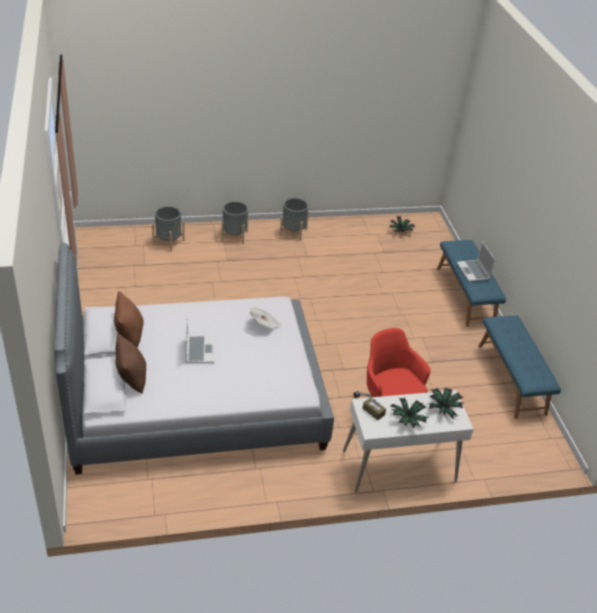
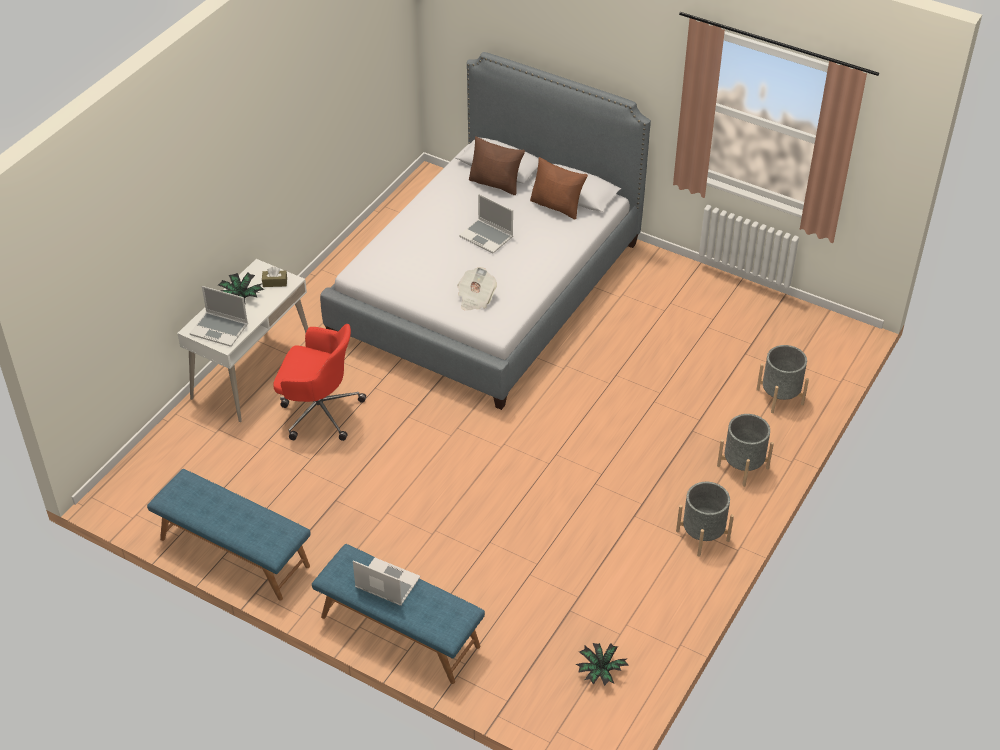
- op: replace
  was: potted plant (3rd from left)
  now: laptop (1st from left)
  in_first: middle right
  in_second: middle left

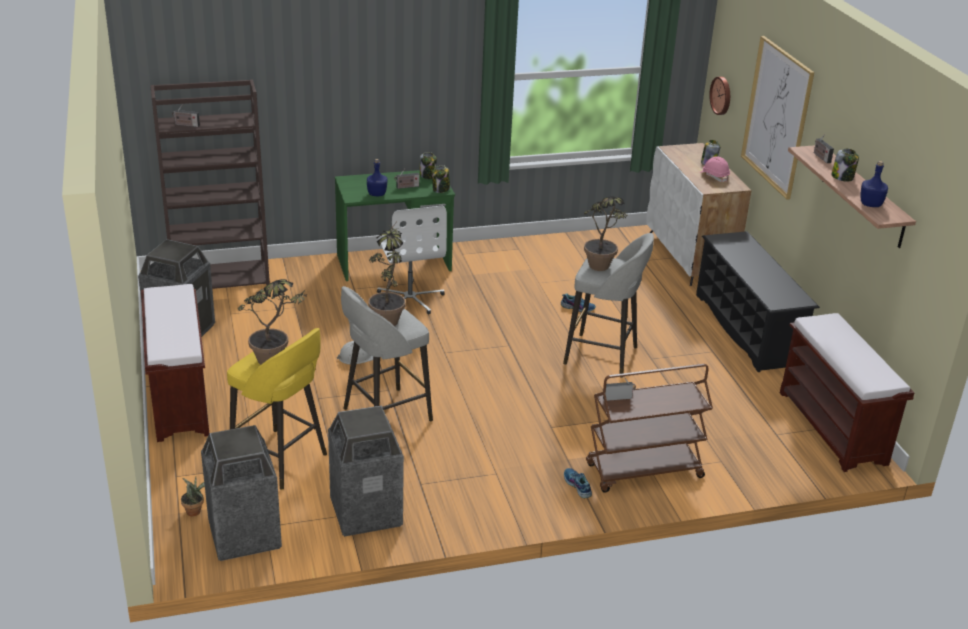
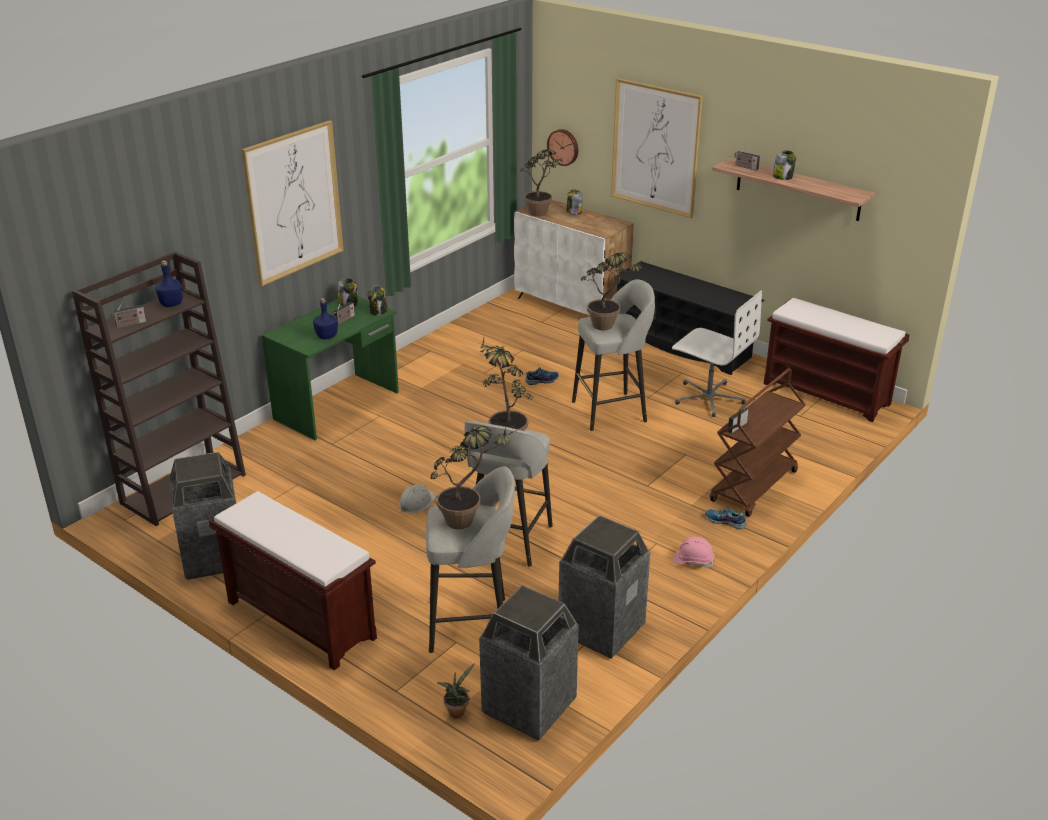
- op: move
  was: blue bottle (2nd from left in the first image)
  now: blue bottle (1st from left)
  in_first: top right
  in_second: middle left
- op: insert
  now: picture (1st from left)
  in_second: top left
- op: recolor
  was: yellow stool
  now: grey stool (1st from left)
  in_first: middle left
  in_second: bottom centre
- op: insert
  now: potted plant (4th from left)
  in_second: top centre
- op: move
  was: white office chair
  in_first: centre
  in_second: middle right
- op: move
  was: pink hard hat
  in_first: top right
  in_second: bottom centre

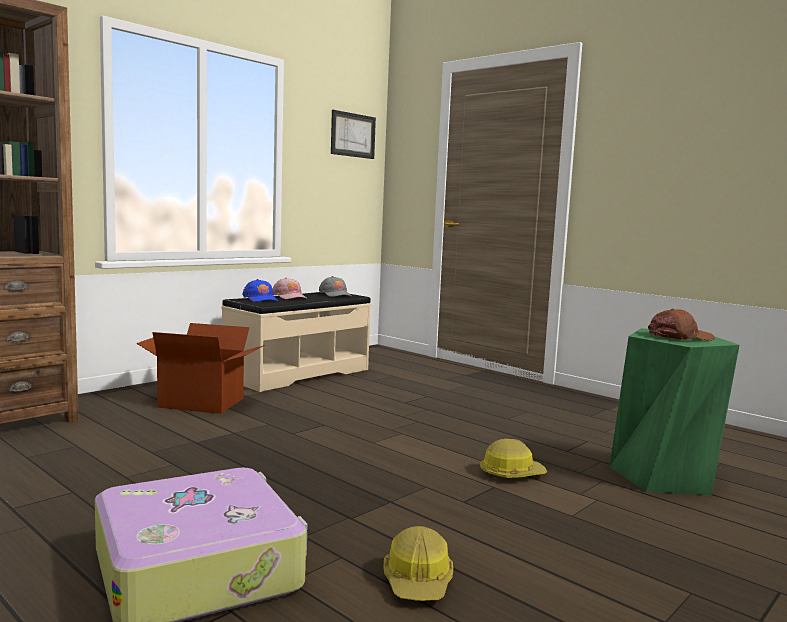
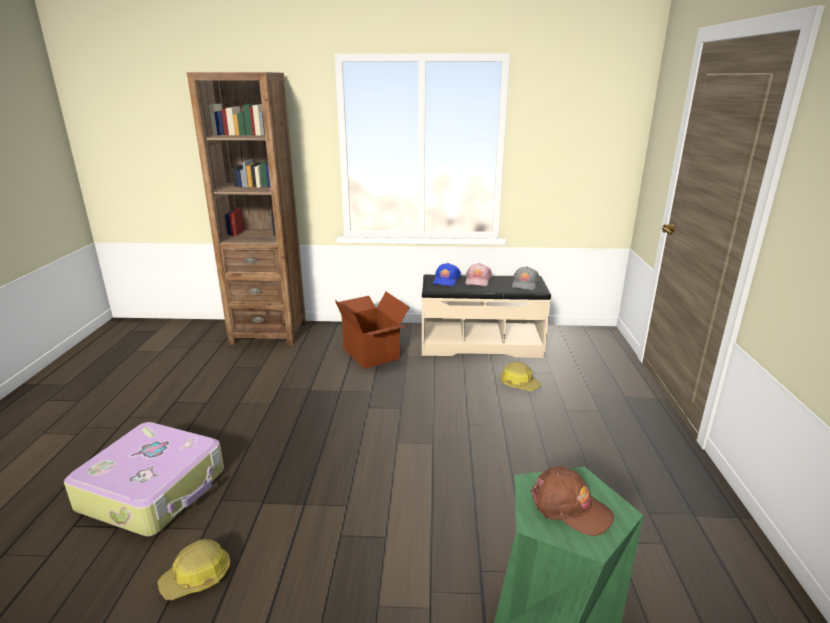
- op: move
  was: hard hat (2nd from left)
  in_first: bottom centre
  in_second: centre
- op: delete
  was: picture
  in_first: top centre

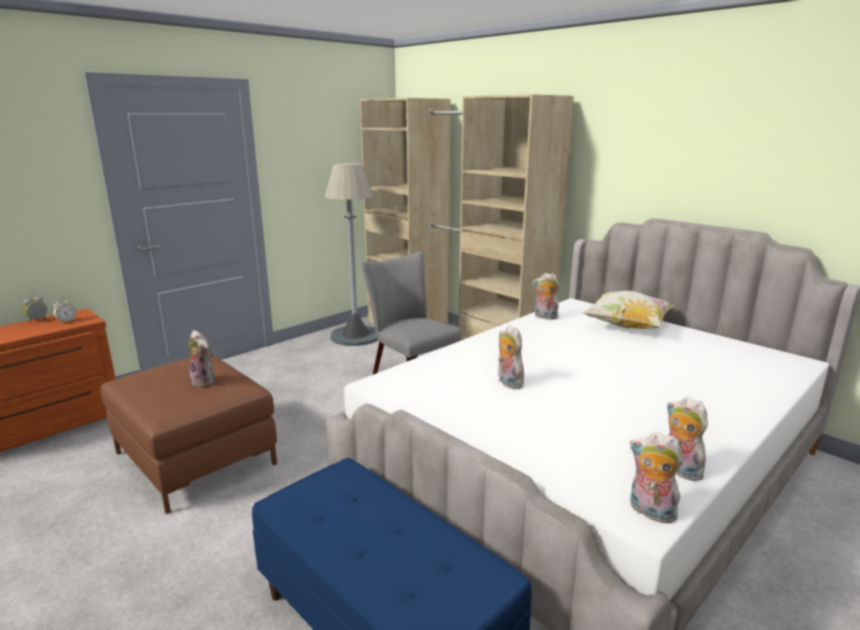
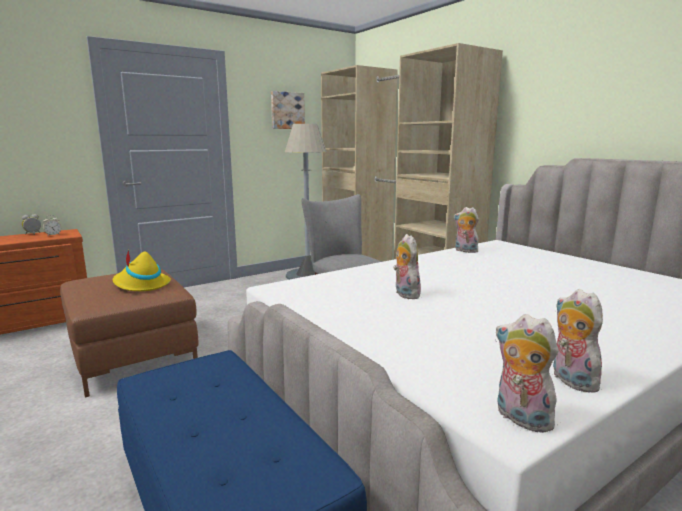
- op: replace
  was: plush toy (1st from left)
  now: yellow hat
  in_first: middle left
  in_second: middle left
- op: insert
  now: picture
  in_second: top centre
- op: delete
  was: pillow
  in_first: middle right

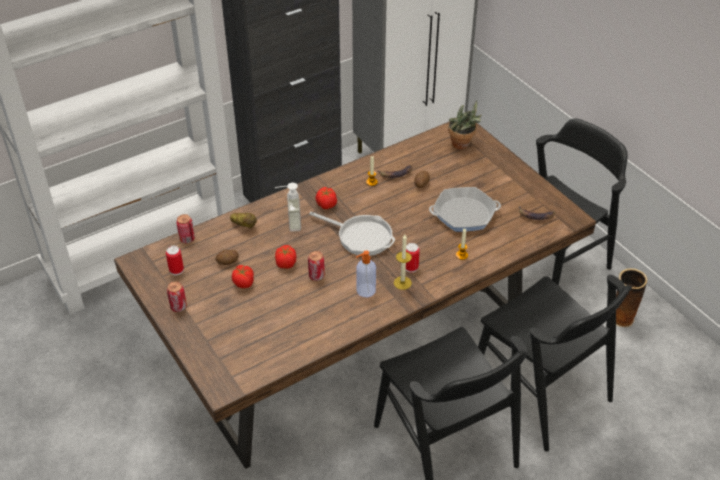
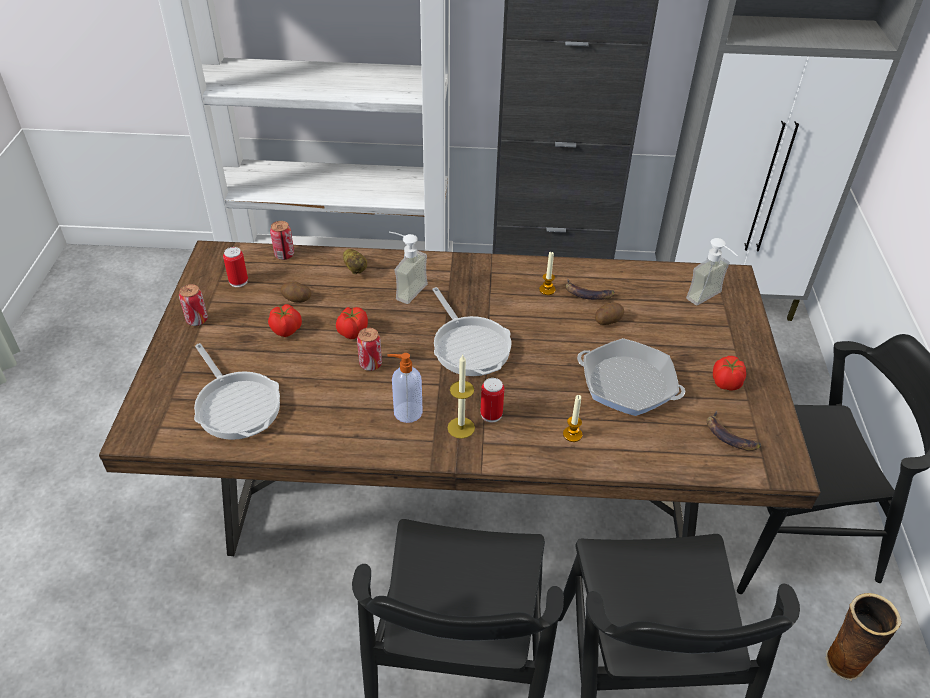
- op: insert
  now: frying pan (1st from left)
  in_second: middle left
- op: replace
  was: potted plant
  now: soap dispenser (3rd from left)
  in_first: top centre
  in_second: middle right
- op: move
  was: tomato (3rd from left)
  in_first: centre
  in_second: middle right

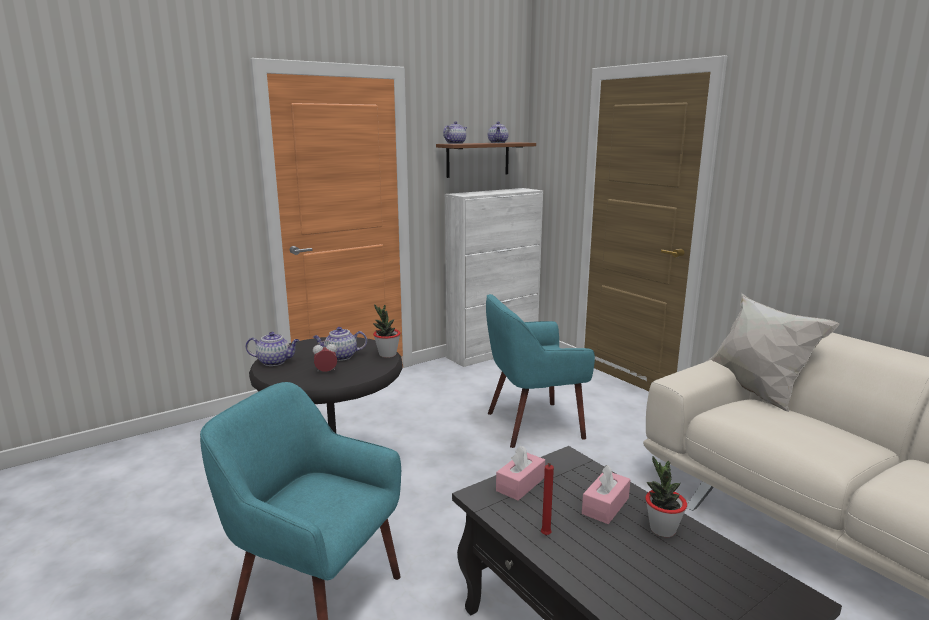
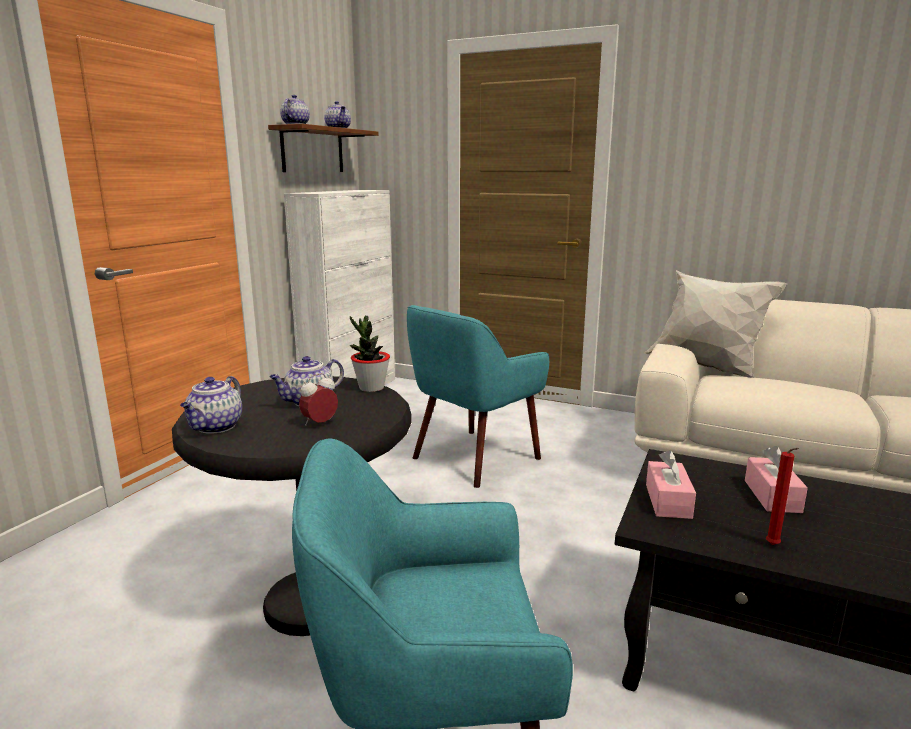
- op: rotate
  was: teapot (1st from left)
  in_first: middle left
  in_second: middle left
  clockwise: 135
- op: delete
  was: potted plant (2nd from left)
  in_first: bottom right

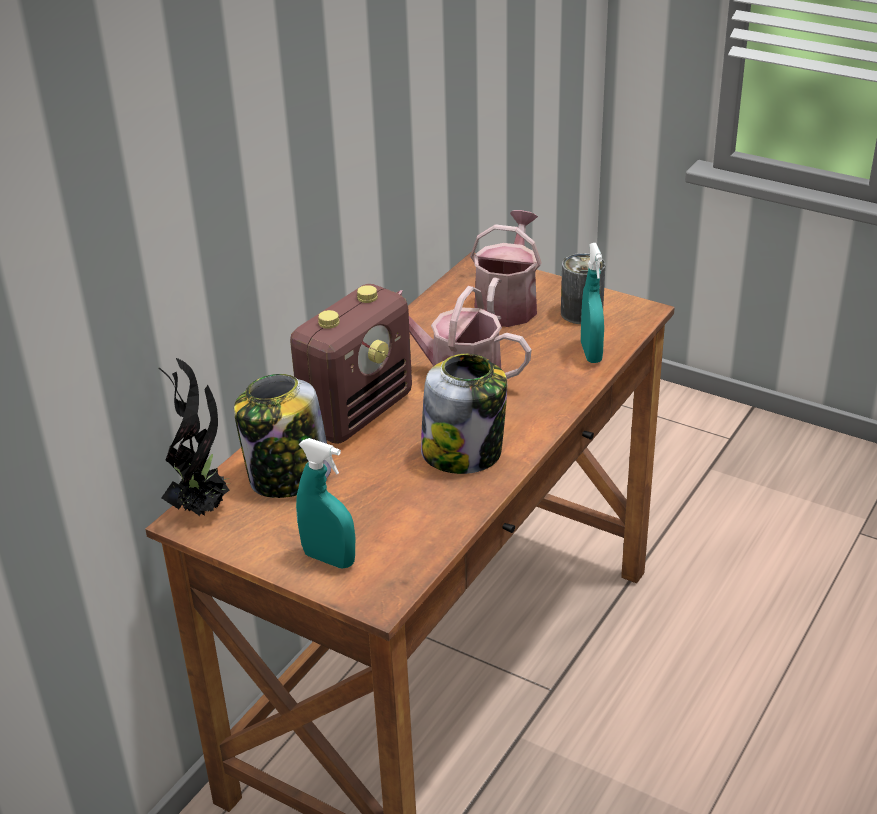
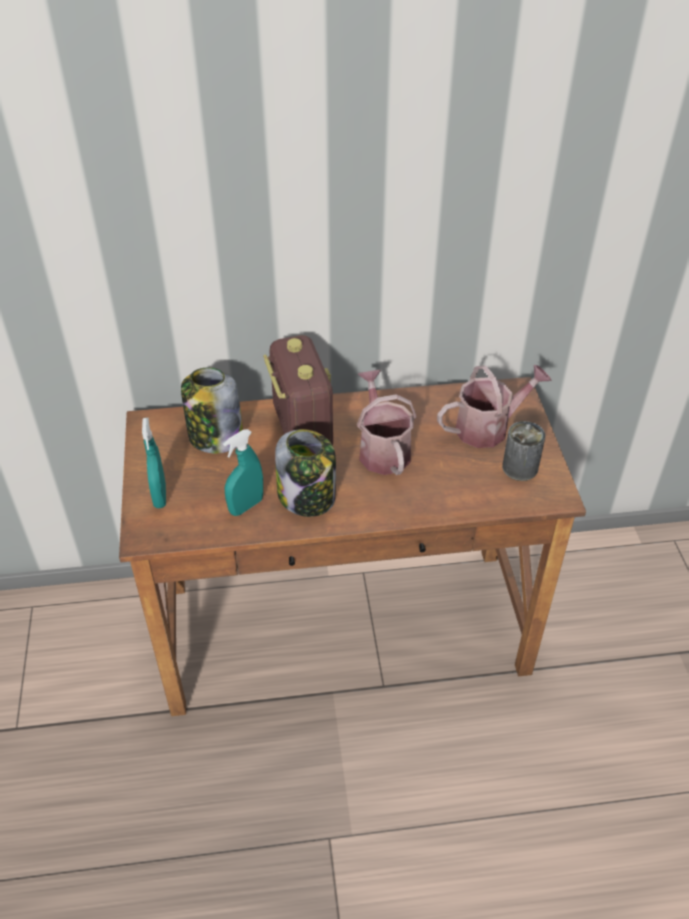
- op: move
  was: turquoise spray bottle (2nd from left)
  in_first: middle right
  in_second: centre
- op: rotate
  was: radio
  in_first: centre
  in_second: centre
  clockwise: -105
- op: delete
  was: potted plant
  in_first: middle left

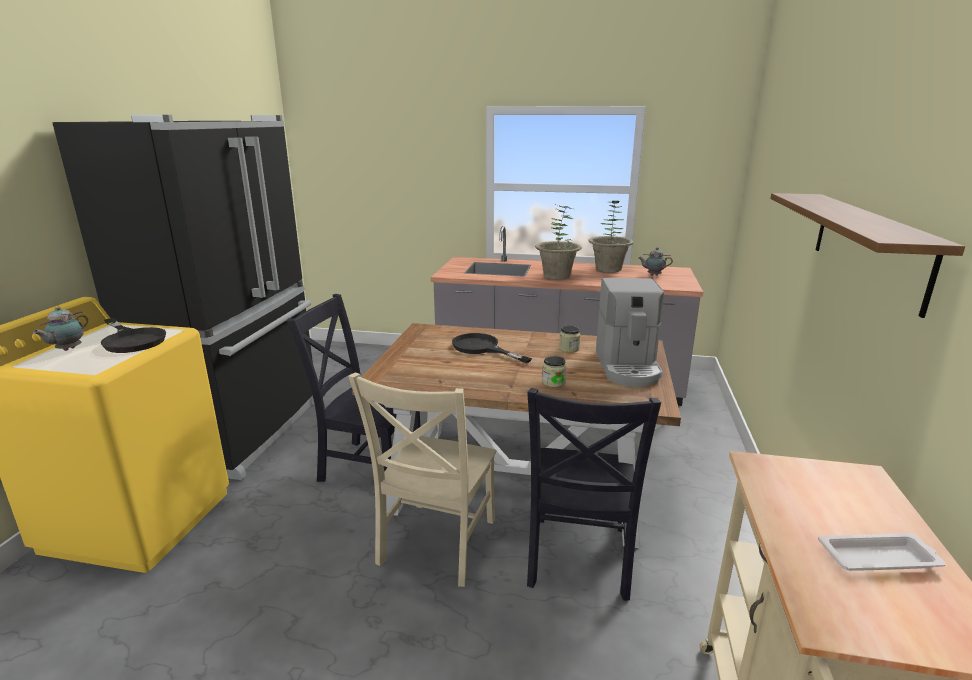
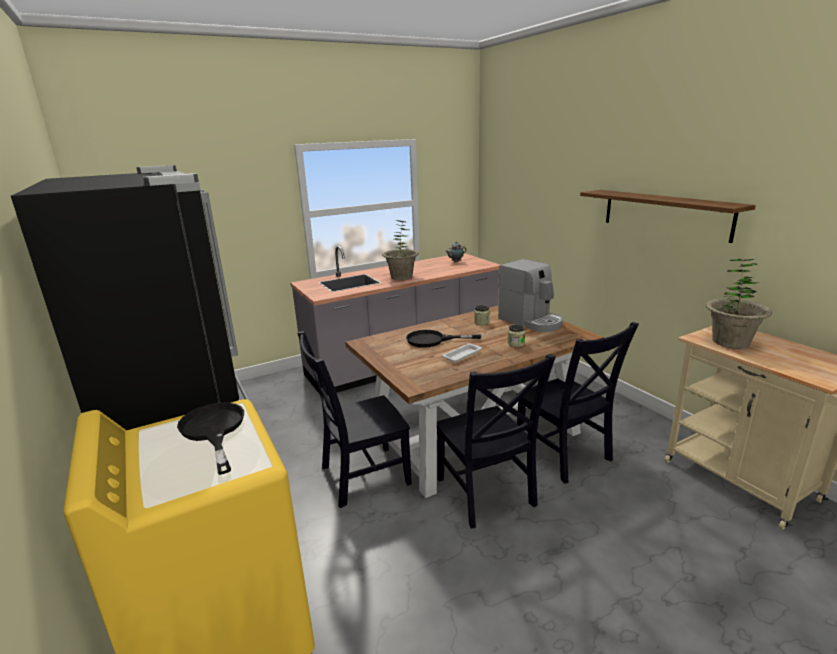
- op: rotate
  was: black frying pan (1st from left)
  in_first: middle left
  in_second: bottom left
  clockwise: -120
- op: recolor
  was: beige chair
  now: black chair (2nd from left)
  in_first: bottom centre
  in_second: bottom centre
- op: move
  was: white tray
  in_first: bottom right
  in_second: centre
- op: move
  was: potted plant (2nd from left)
  in_first: centre
  in_second: middle right
- op: delete
  was: teapot (1st from left)
  in_first: middle left

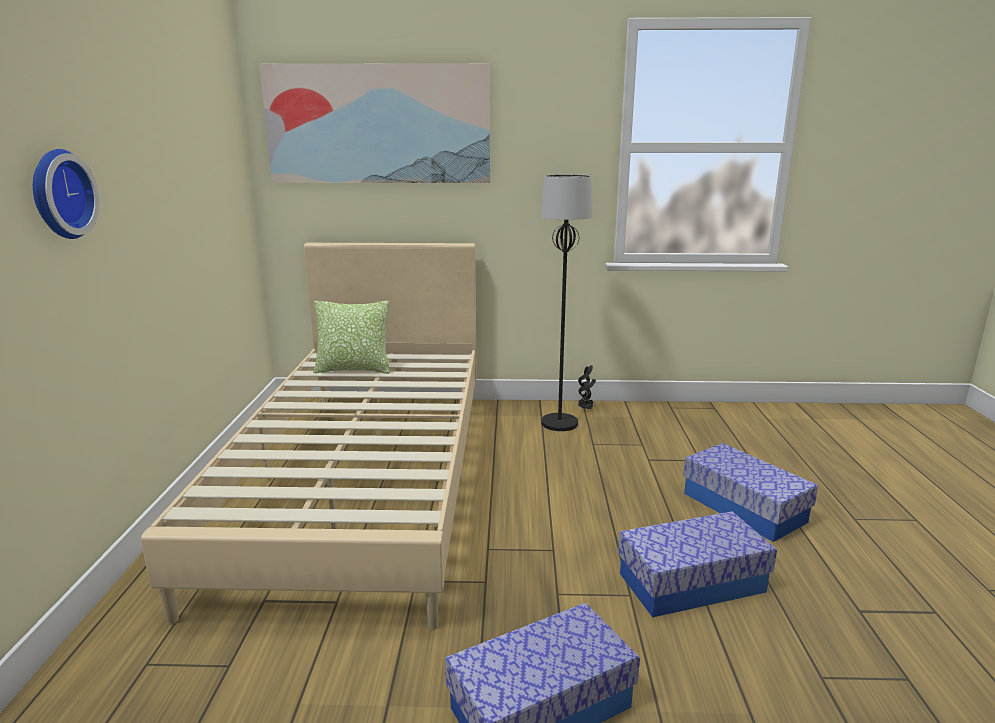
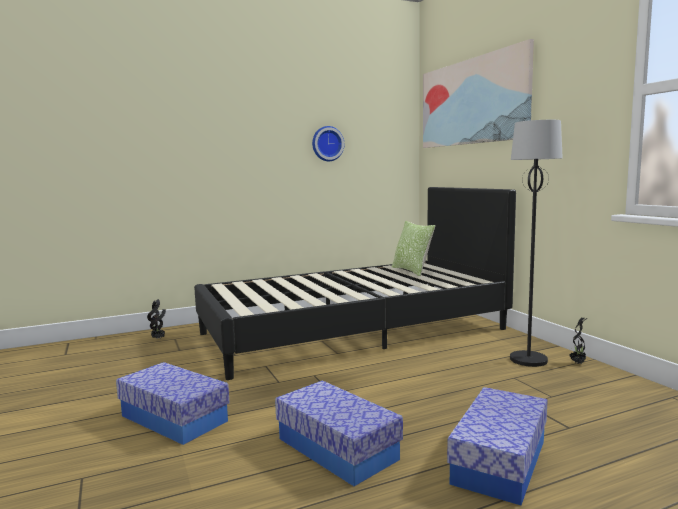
- op: insert
  now: potted plant (1st from left)
  in_second: middle left
- op: recolor
  was: beige bed
  now: black bed
  in_first: middle left
  in_second: centre
- op: move
  was: wall clock
  in_first: top left
  in_second: top centre

